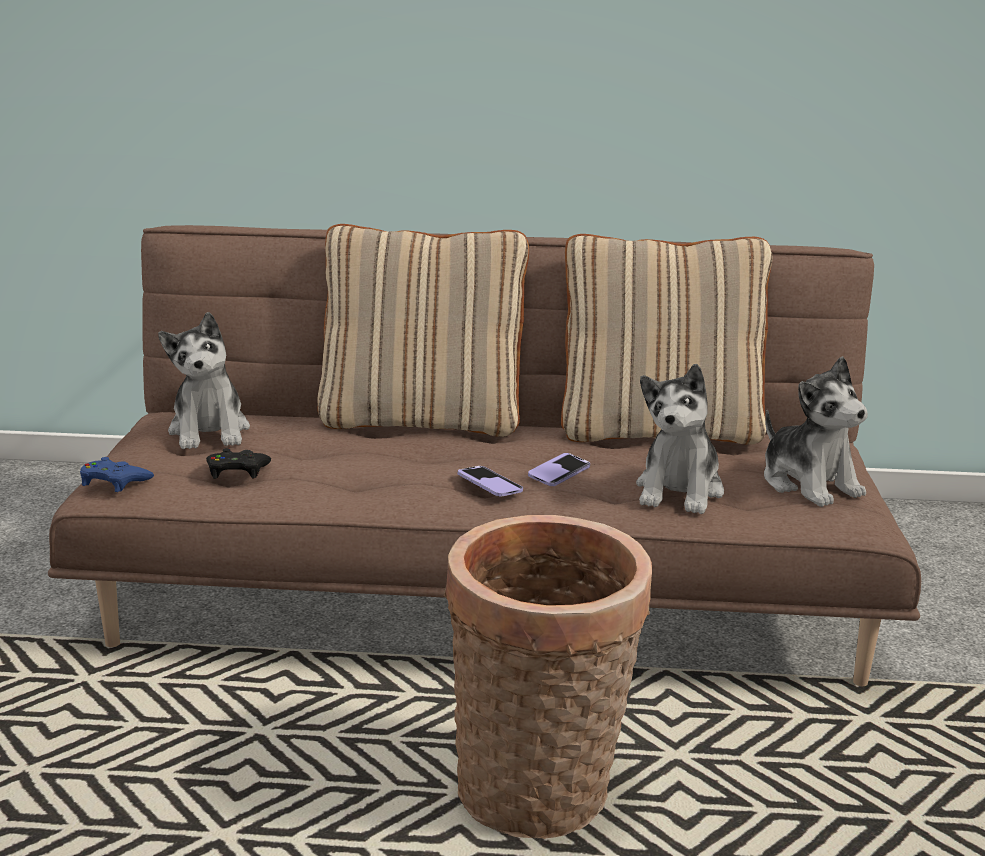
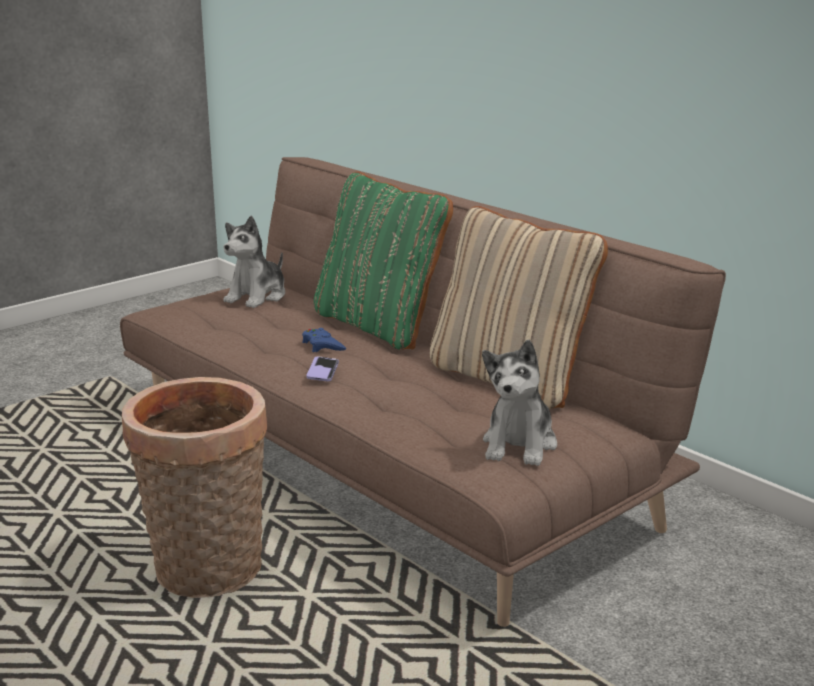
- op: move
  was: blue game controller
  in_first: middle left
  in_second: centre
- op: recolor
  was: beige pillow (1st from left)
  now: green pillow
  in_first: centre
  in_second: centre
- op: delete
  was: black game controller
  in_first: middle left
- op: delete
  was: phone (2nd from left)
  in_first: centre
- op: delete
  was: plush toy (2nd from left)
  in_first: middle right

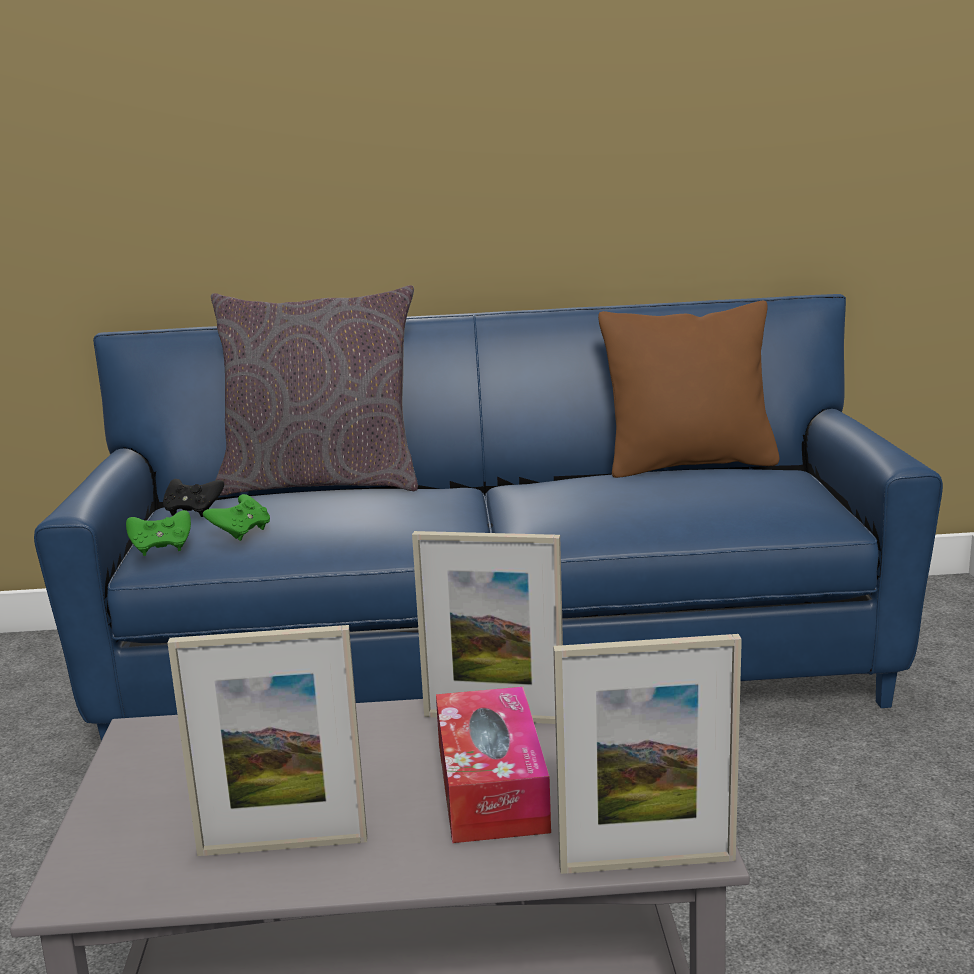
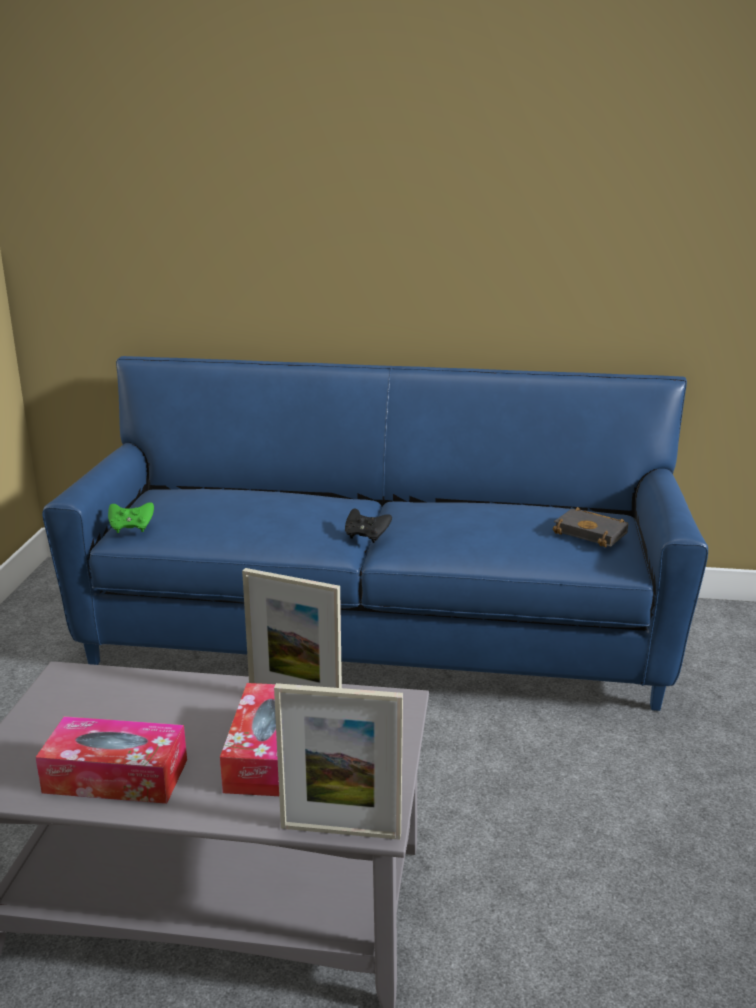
- op: replace
  was: picture frame (1st from left)
  now: tissue box (1st from left)
  in_first: bottom left
  in_second: bottom left
- op: move
  was: black game controller
  in_first: middle left
  in_second: centre
- op: insert
  now: black book
  in_second: middle right
- op: delete
  was: green game controller (2nd from left)
  in_first: middle left
- op: delete
  was: grey pillow
  in_first: middle left
- op: delete
  was: brown pillow
  in_first: middle right

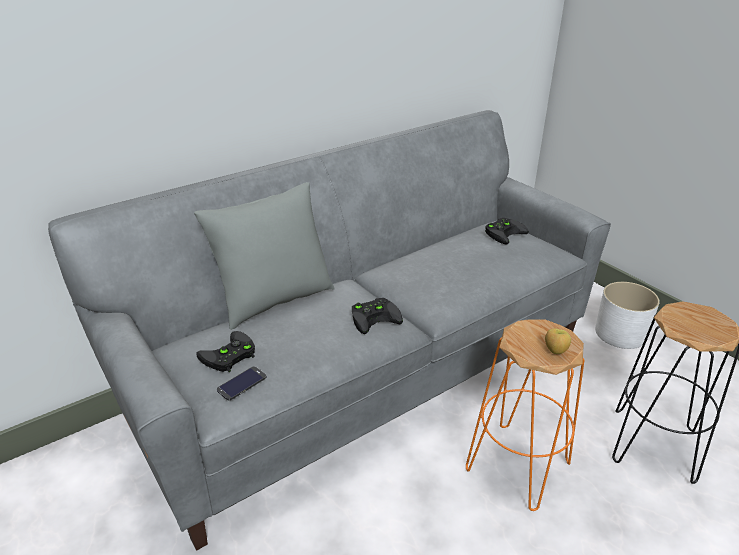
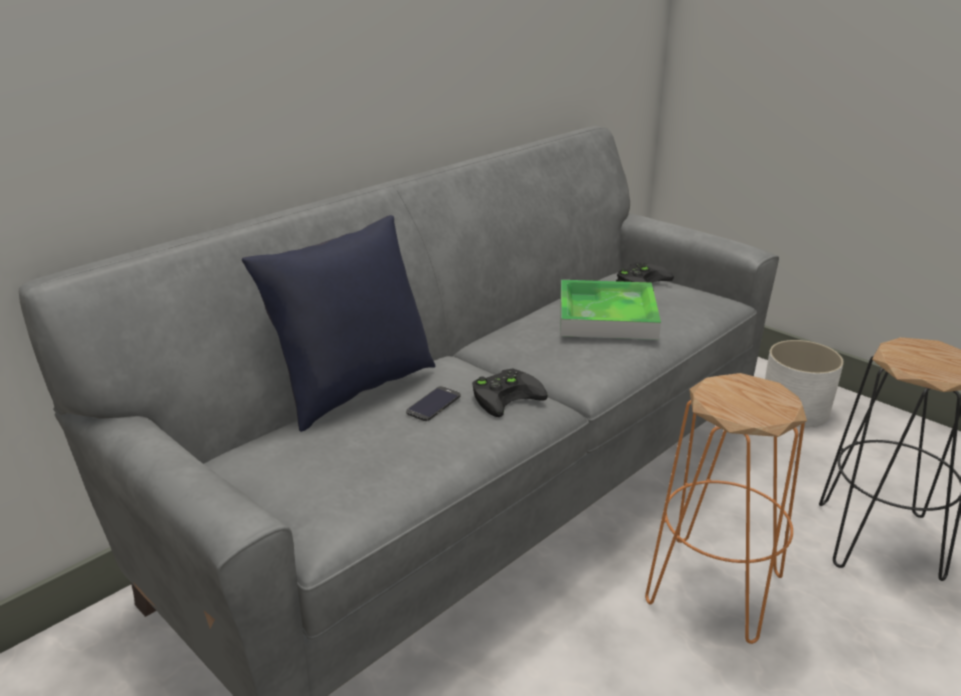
- op: recolor
  was: grey pillow
  now: blue pillow
  in_first: centre
  in_second: centre
- op: move
  was: phone
  in_first: bottom left
  in_second: centre
- op: insert
  now: tray
  in_second: centre
- op: delete
  was: black game controller (1st from left)
  in_first: middle left
- op: delete
  was: apple
  in_first: middle right

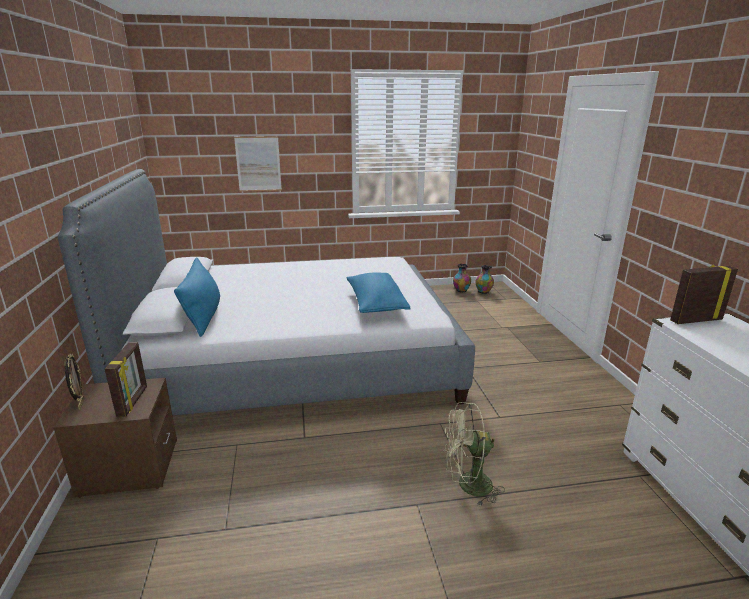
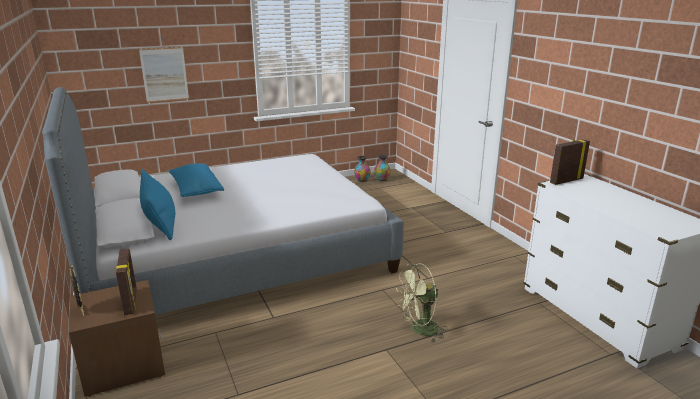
- op: move
  was: blue pillow (2nd from left)
  in_first: centre
  in_second: middle left

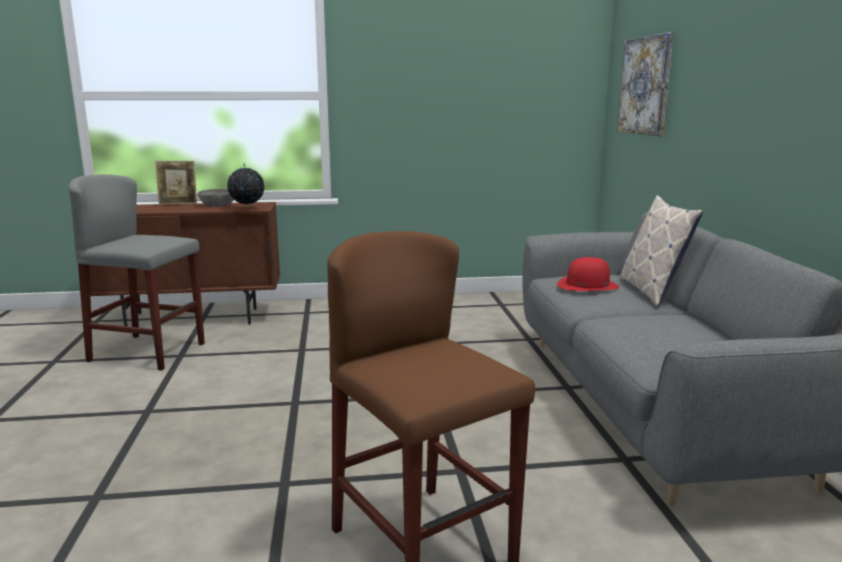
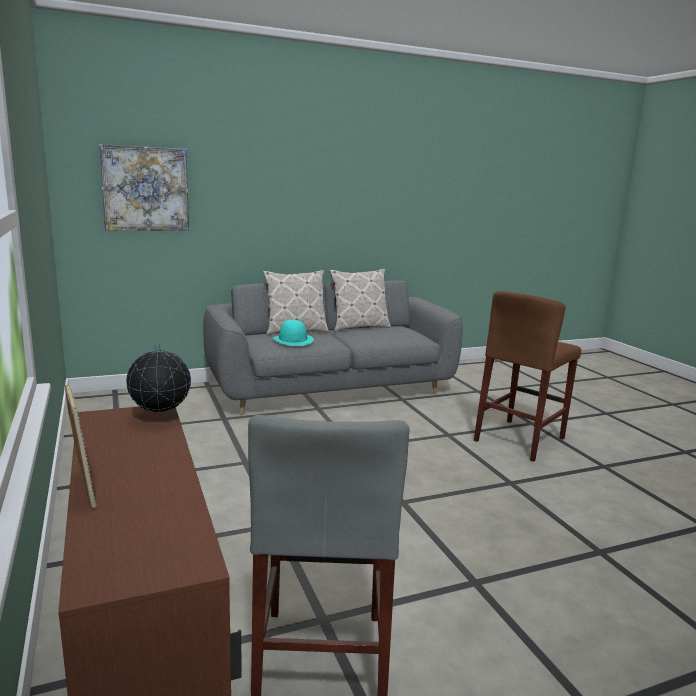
- op: recolor
  was: red hat
  now: turquoise hat
  in_first: middle right
  in_second: centre
- op: insert
  now: pillow (2nd from left)
  in_second: centre
- op: delete
  was: grey bowl
  in_first: middle left

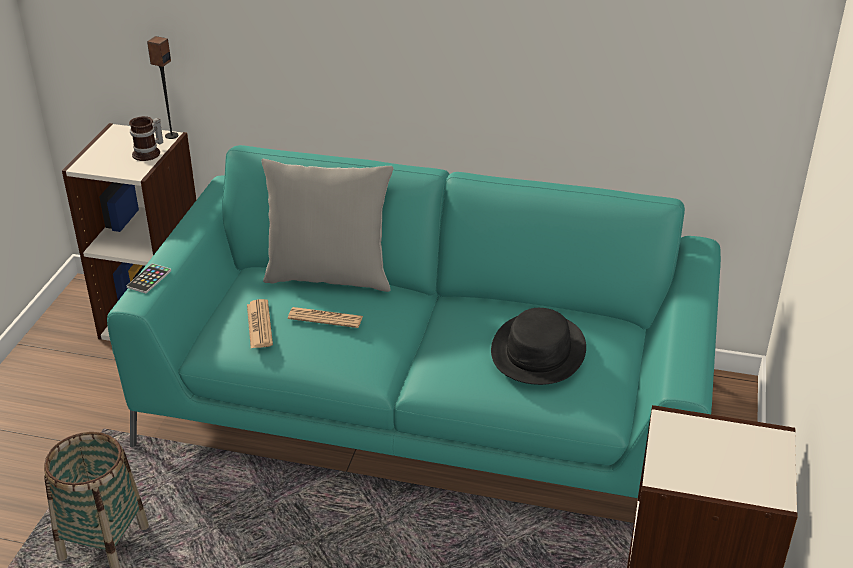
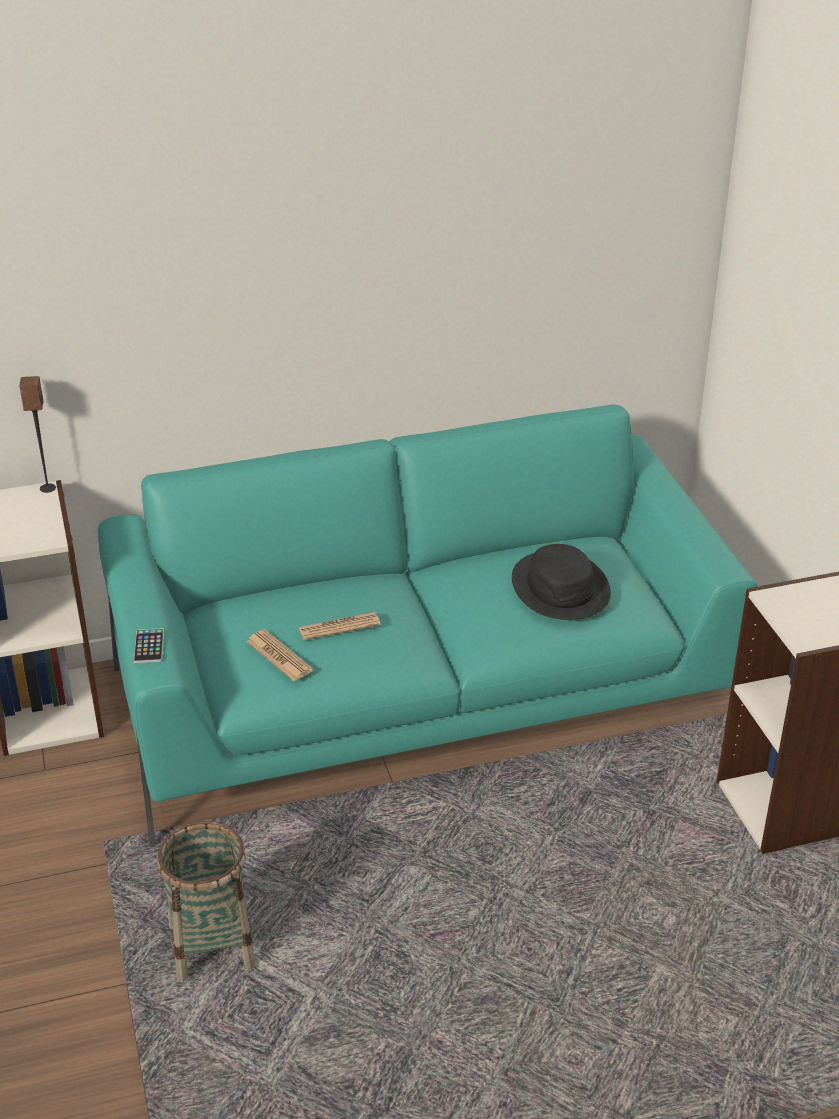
- op: delete
  was: mug
  in_first: top left
- op: delete
  was: grey pillow
  in_first: centre

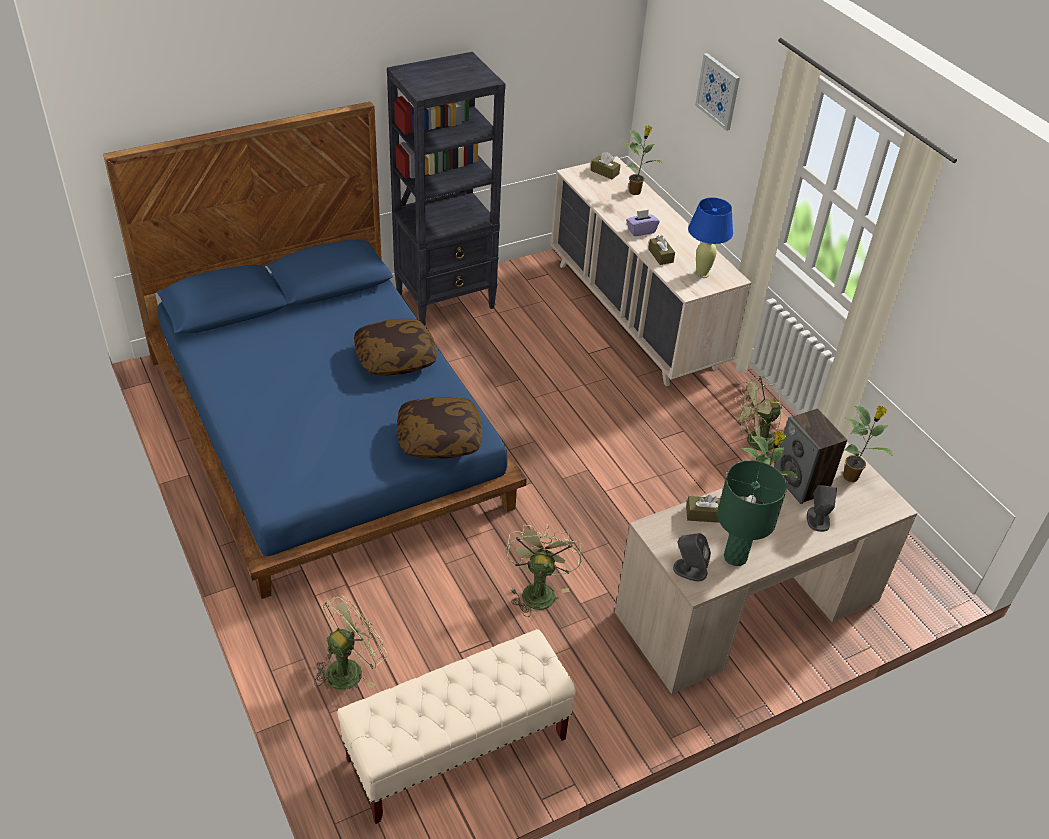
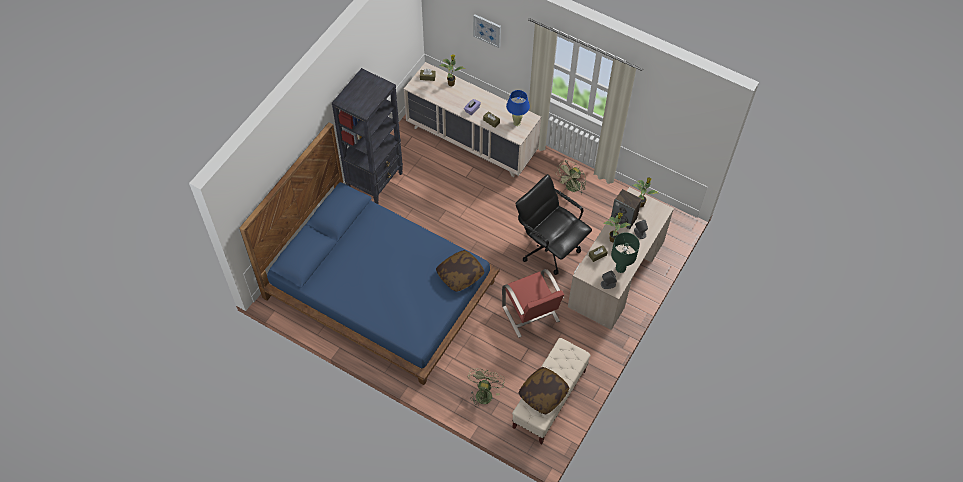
- op: replace
  was: green fan (2nd from left)
  now: red chair
  in_first: bottom centre
  in_second: centre
- op: insert
  now: black office chair
  in_second: centre
- op: move
  was: pillow (1st from left in the first image)
  now: pillow (2nd from left)
  in_first: centre
  in_second: bottom centre

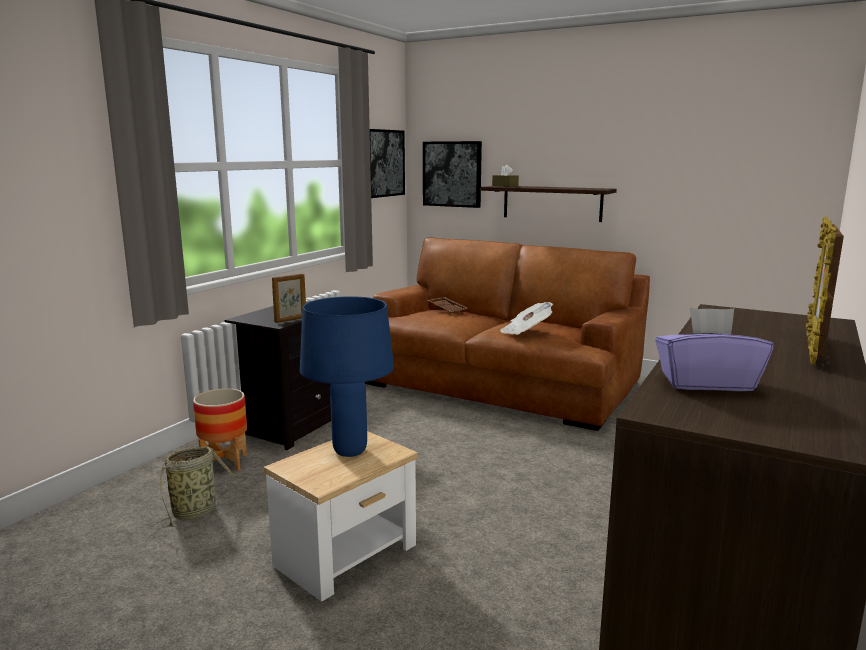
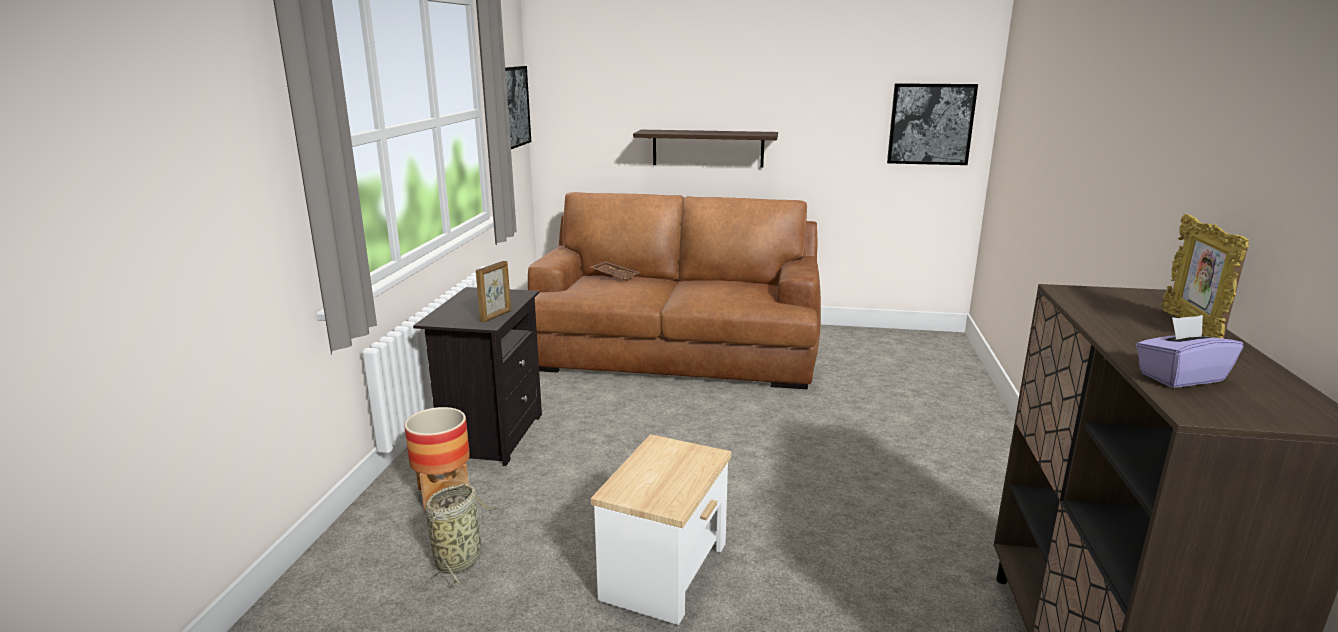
- op: move
  was: picture (2nd from left)
  in_first: top centre
  in_second: top right
- op: delete
  was: blue table lamp
  in_first: centre
- op: delete
  was: brown tissue box
  in_first: top centre
- op: delete
  was: newspaper
  in_first: centre

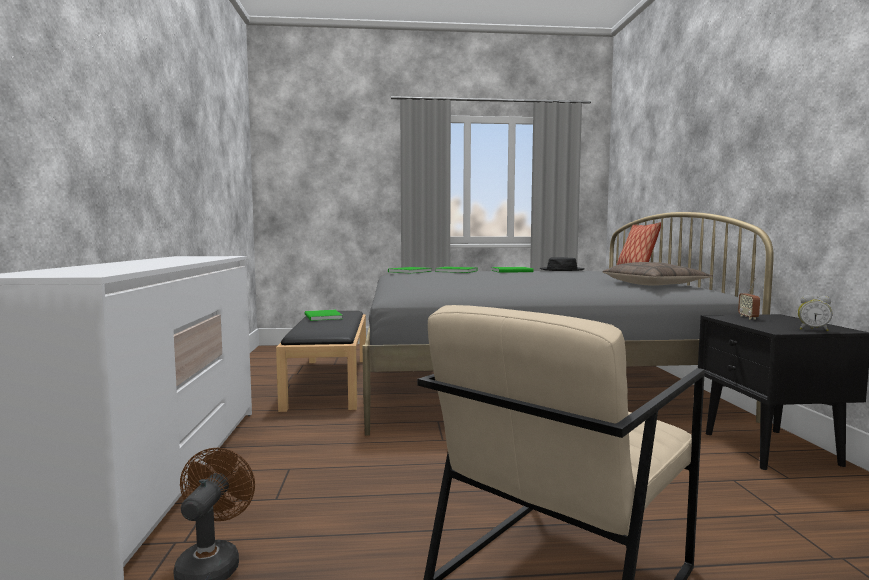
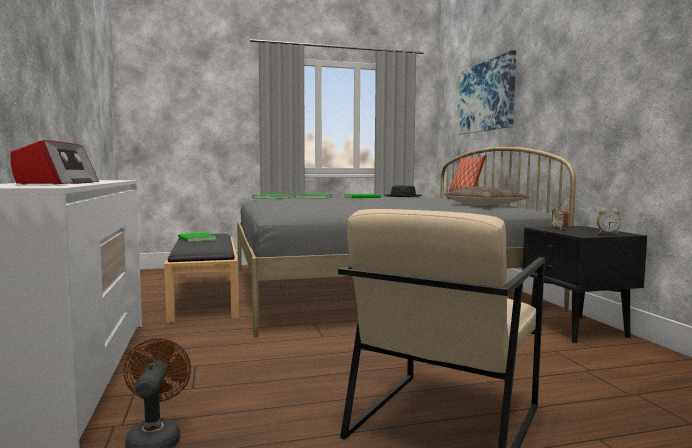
- op: insert
  now: radio (1st from left)
  in_second: middle left
- op: insert
  now: picture
  in_second: top right

